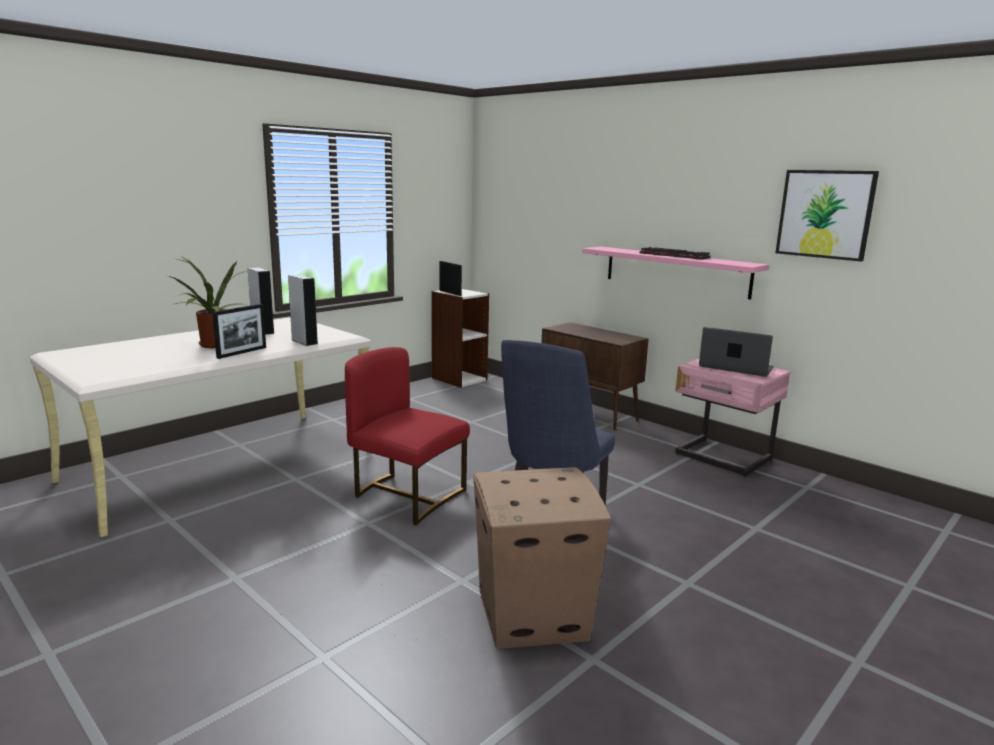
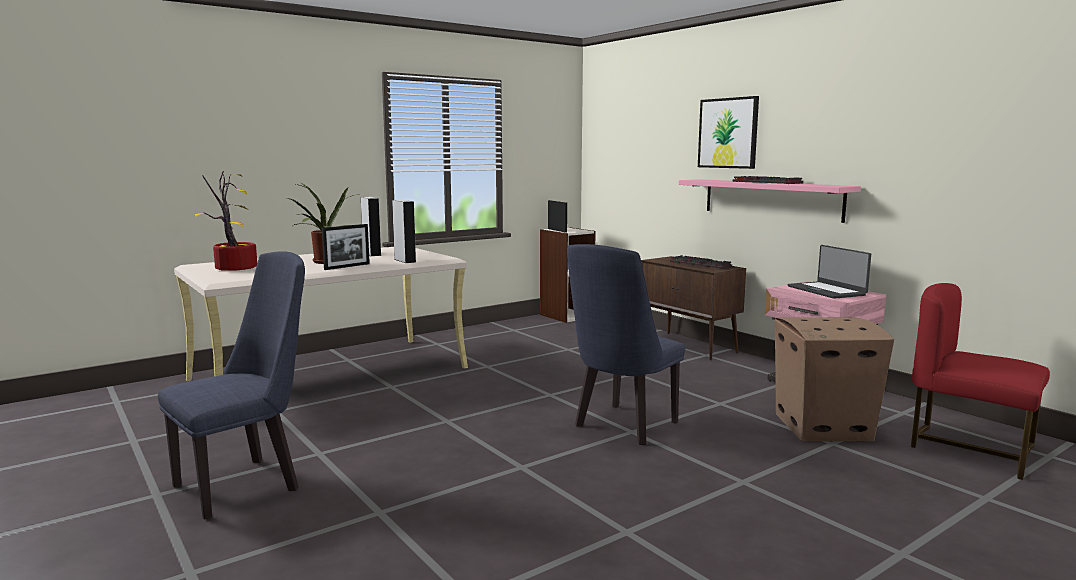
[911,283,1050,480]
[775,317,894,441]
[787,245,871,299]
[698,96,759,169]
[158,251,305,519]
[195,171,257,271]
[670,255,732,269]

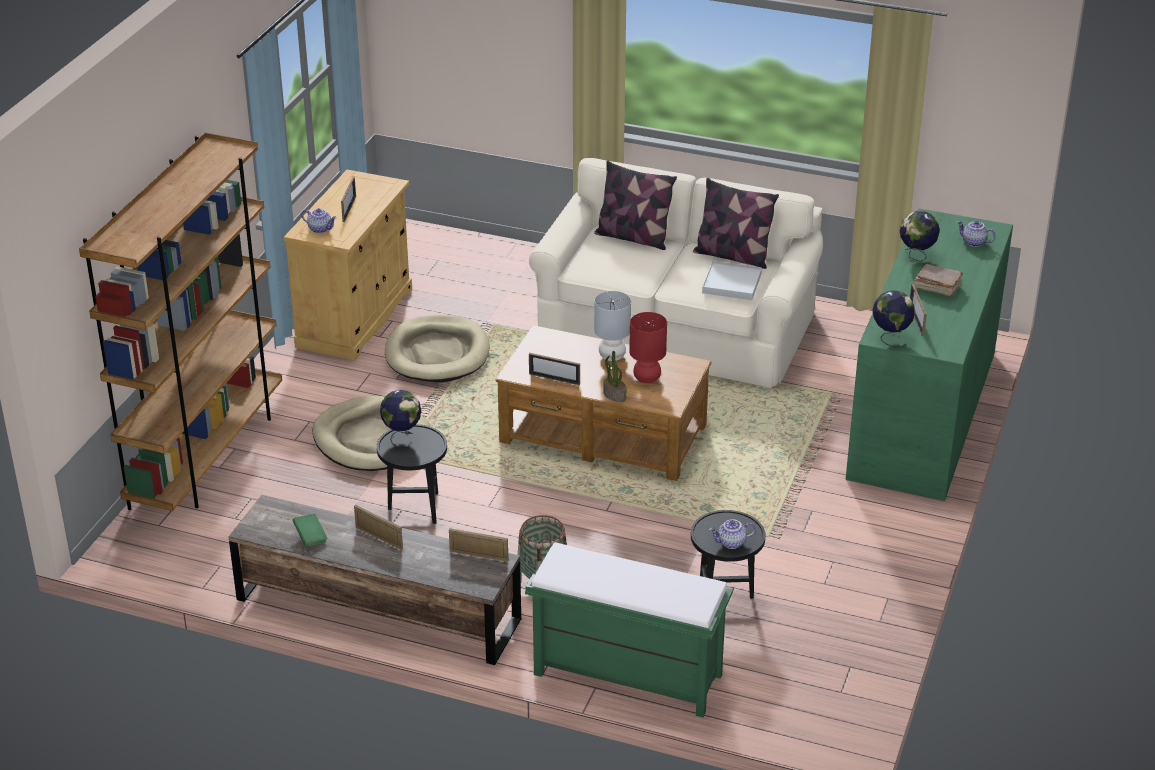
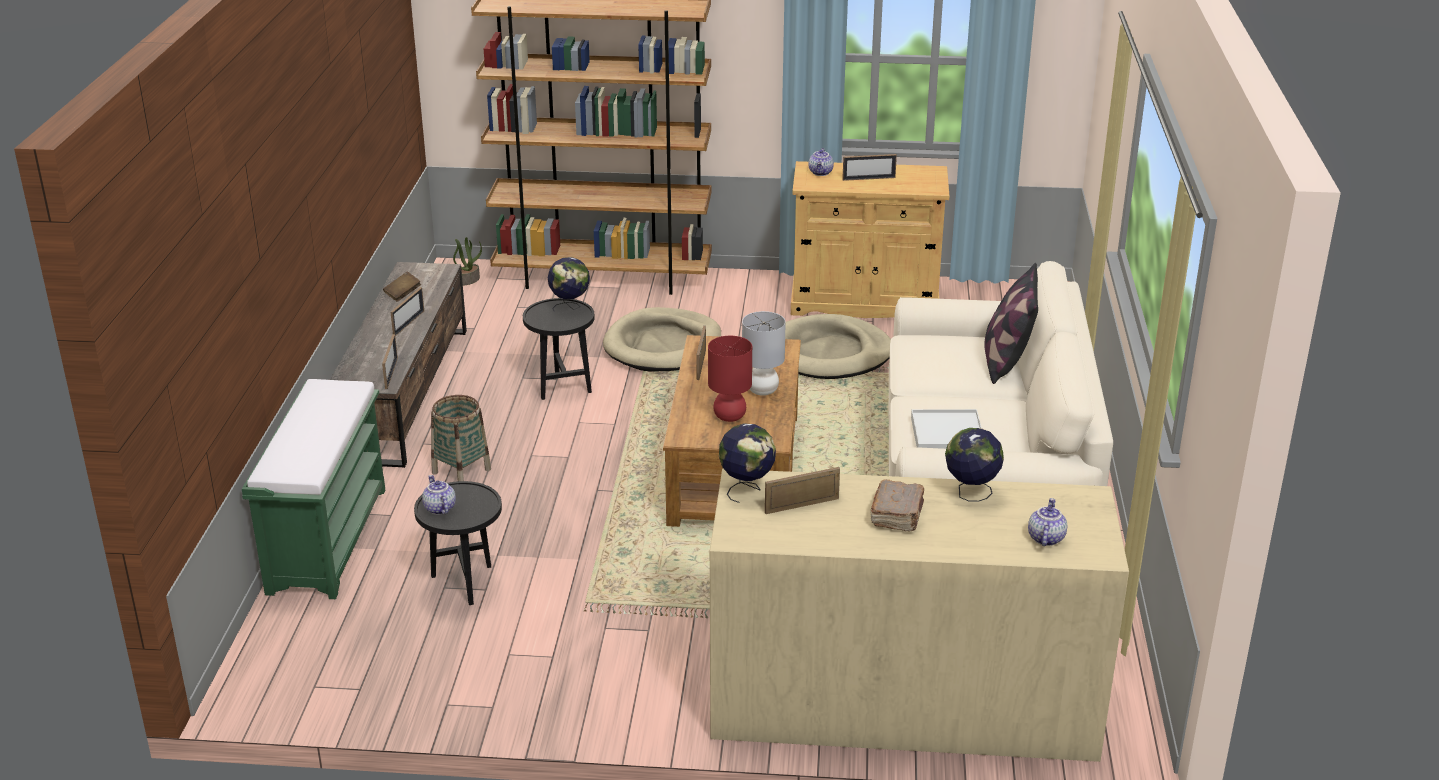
[383,272,421,302]
[453,237,482,285]
[693,178,779,269] (first image)
[710,469,1129,762]

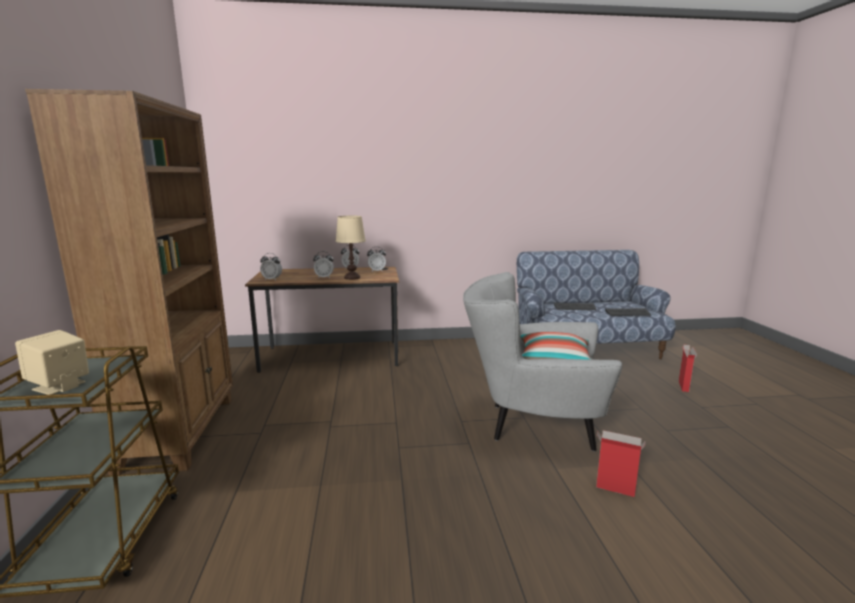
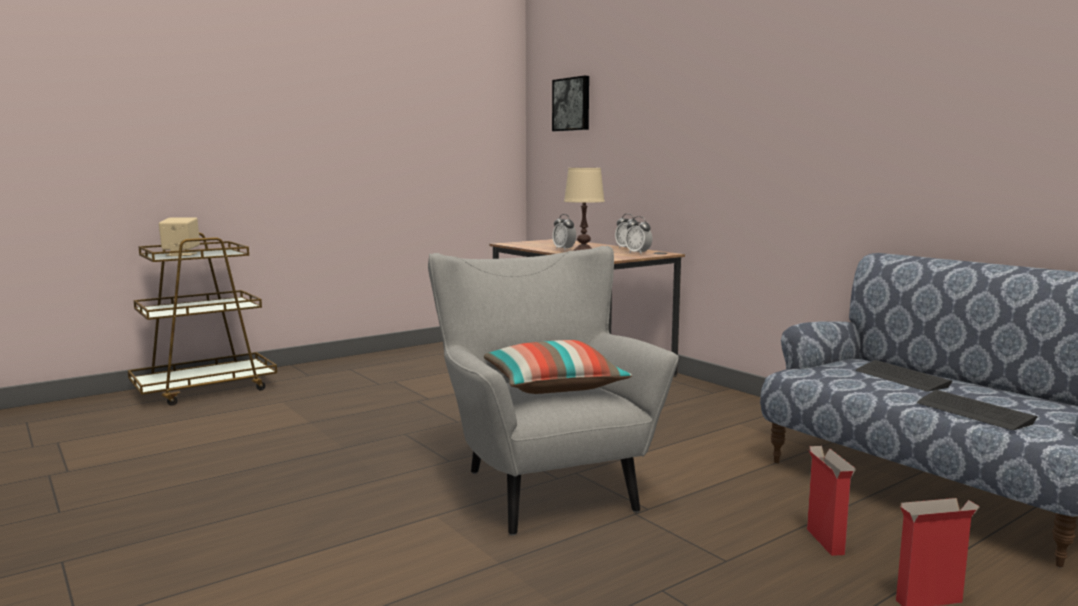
[25,89,233,476] (first image)
[260,253,282,281] (first image)
[807,446,856,556]
[552,75,589,131]

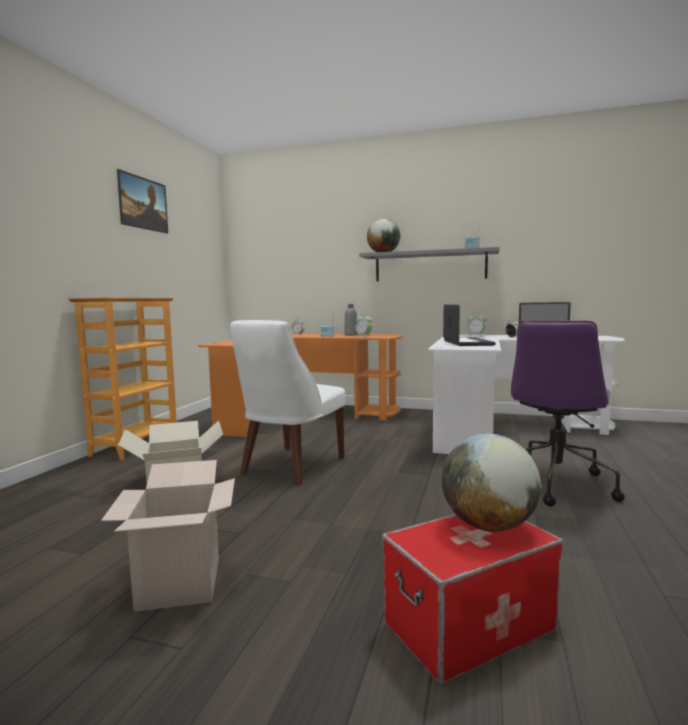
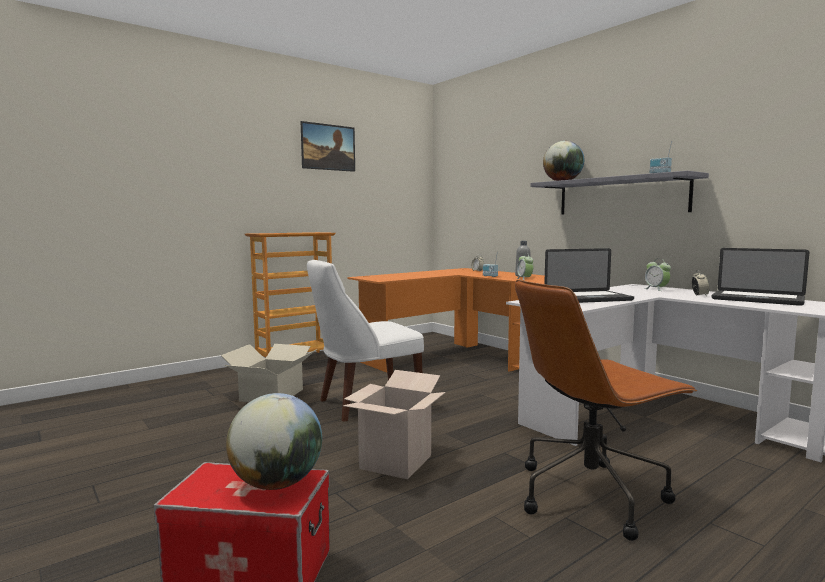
[343,370,446,480]
[544,248,634,303]
[515,280,697,541]

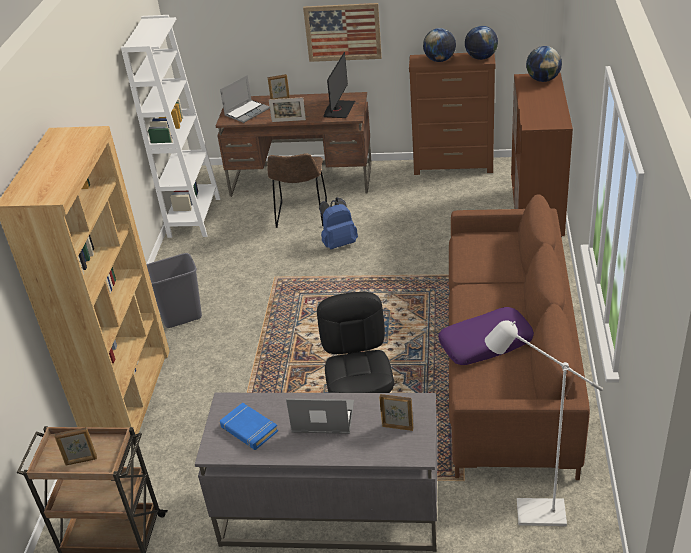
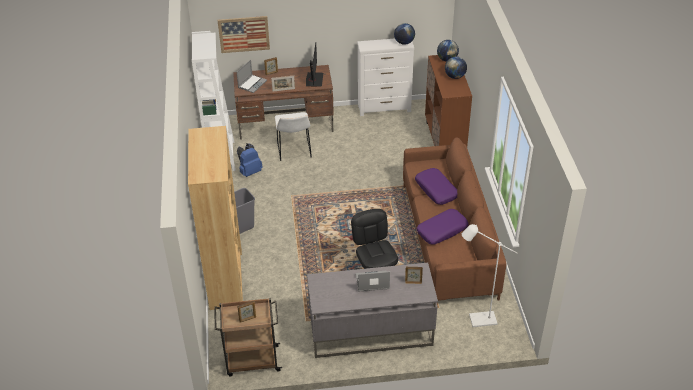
[220,403,278,450] (first image)
[275,112,312,161]
[217,16,270,53]
[237,143,262,177]
[357,39,414,116]
[445,56,467,79]
[415,168,457,205]

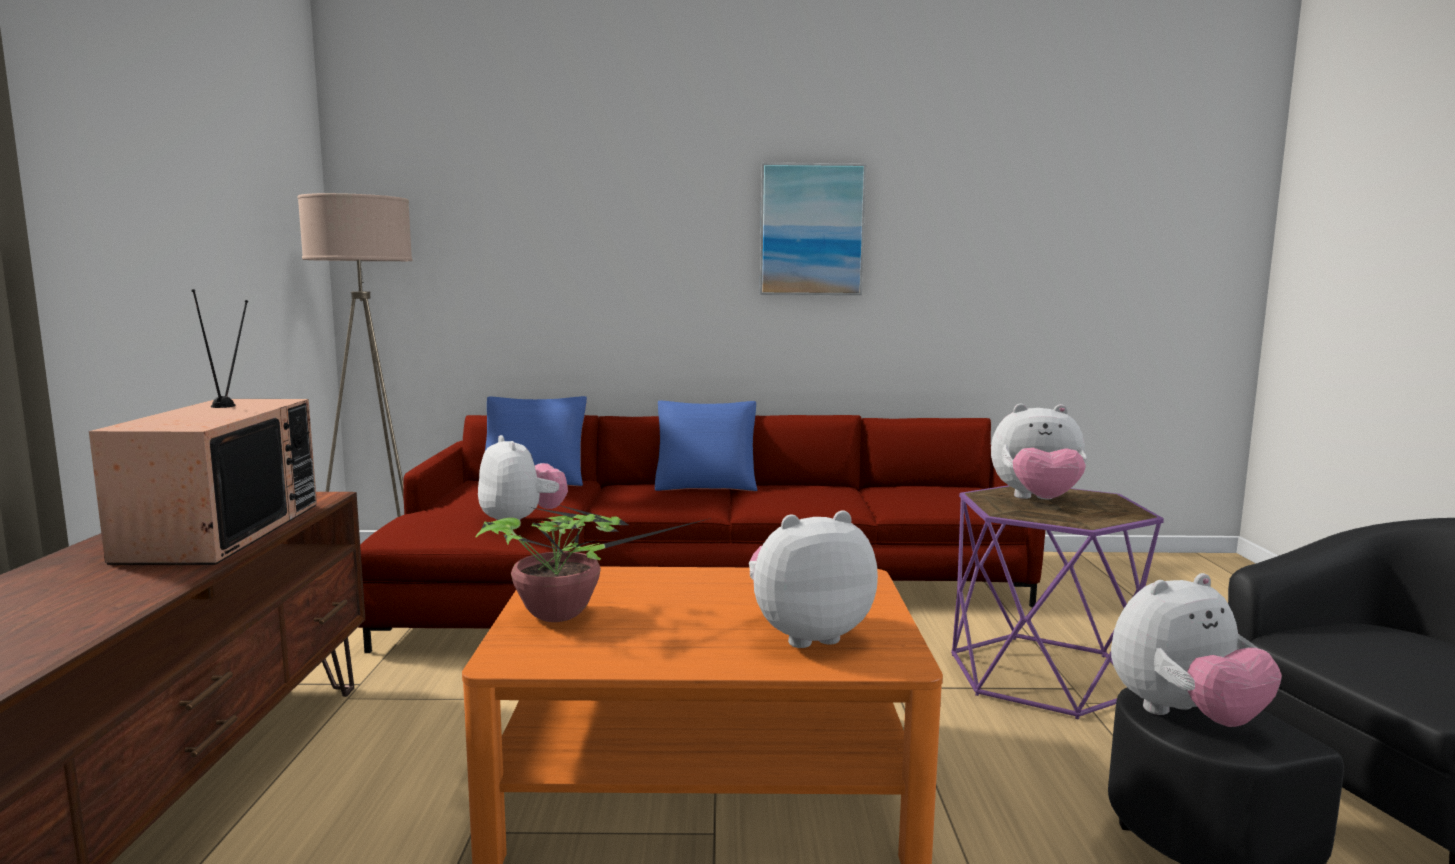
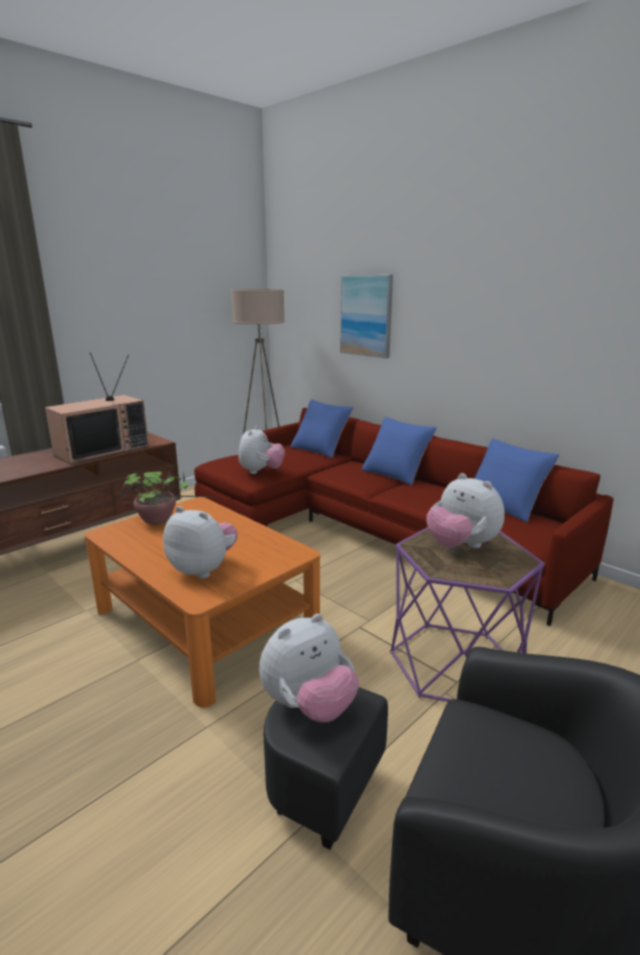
[340,275,393,358]
[259,614,359,723]
[474,438,559,522]

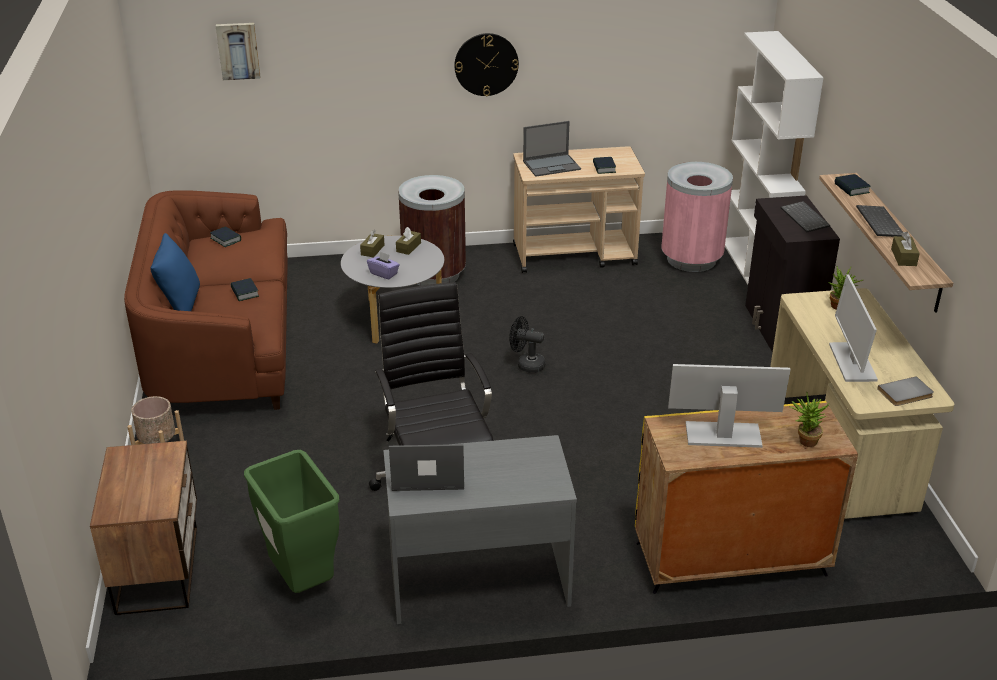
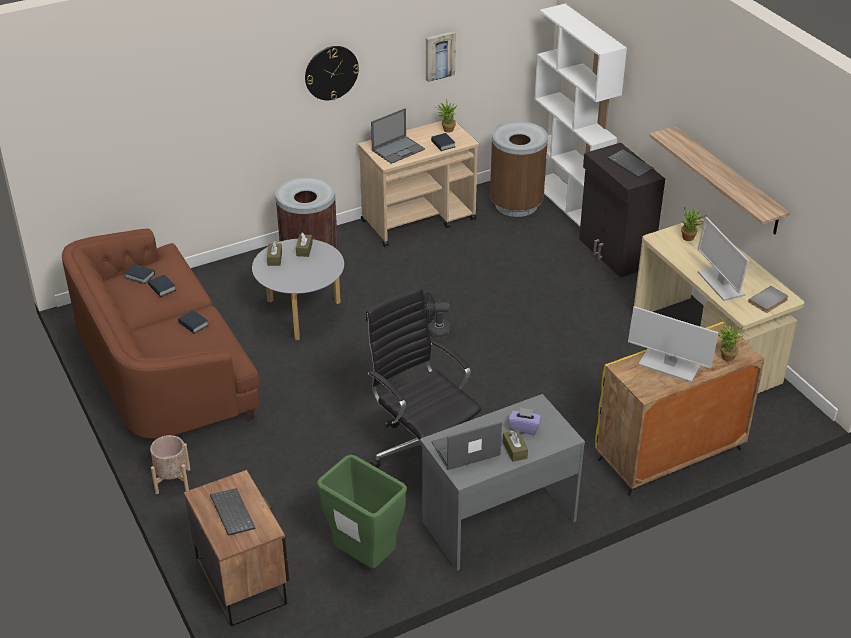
[151,233,200,311] (first image)
[426,31,456,82]
[508,407,541,435]
[490,121,548,217]
[628,306,719,382]
[148,275,176,297]
[210,488,255,536]
[503,430,528,462]
[435,99,457,132]

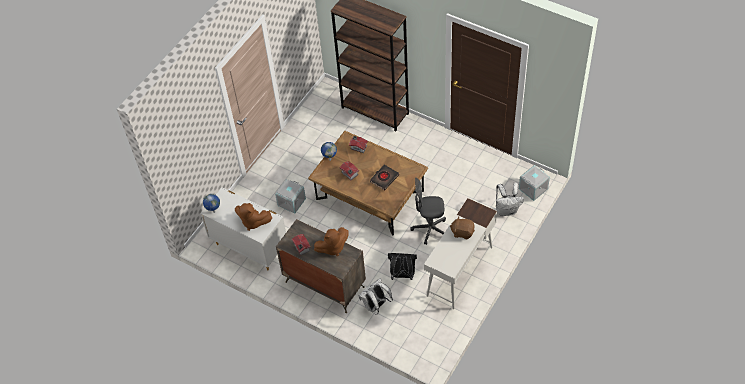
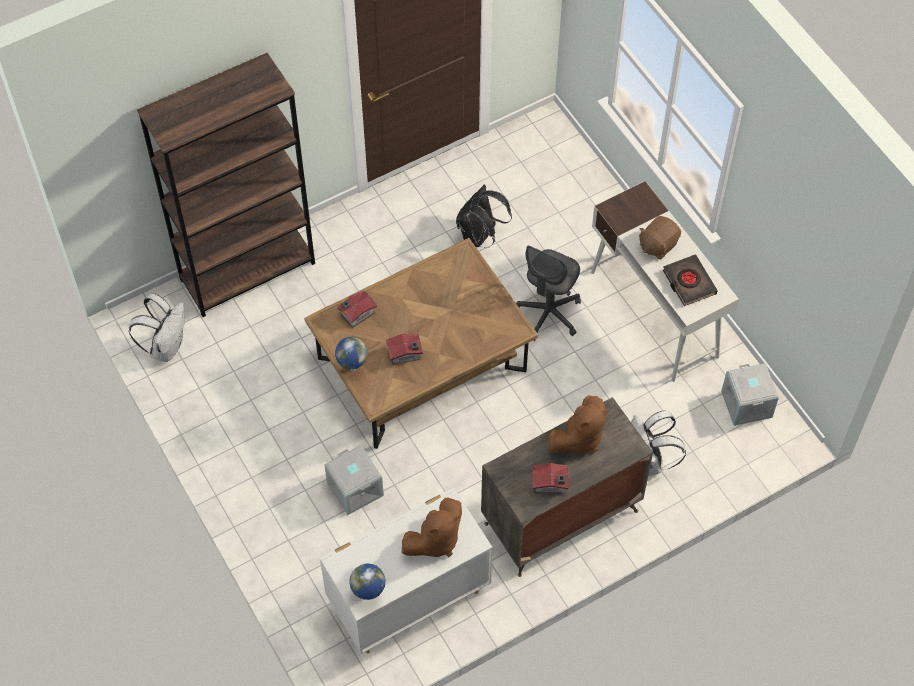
[548,395,609,453]
[663,254,718,306]
[456,184,512,248]
[129,293,185,362]
[721,363,779,426]

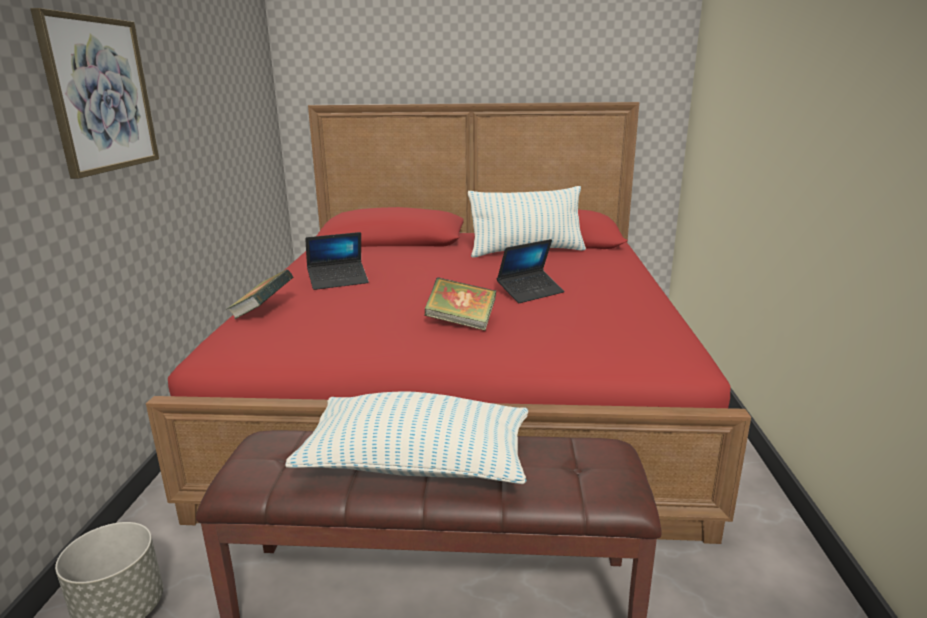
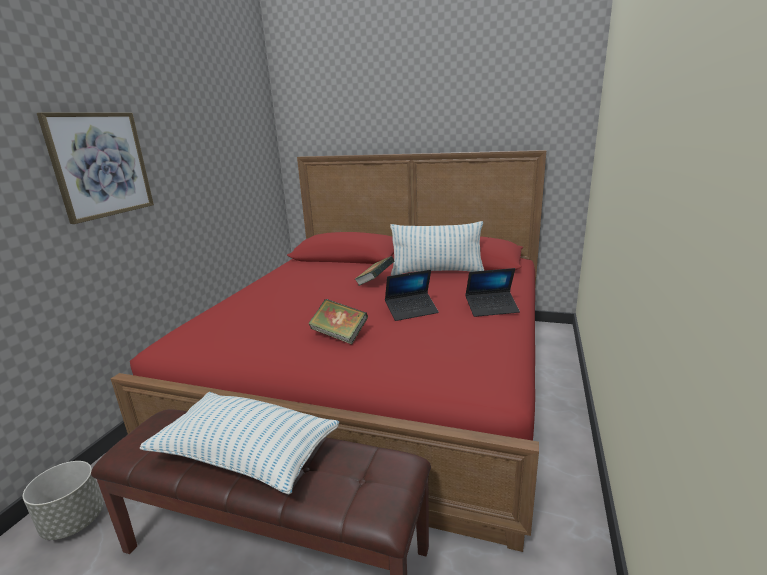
[354,256,395,286]
[465,268,520,317]

